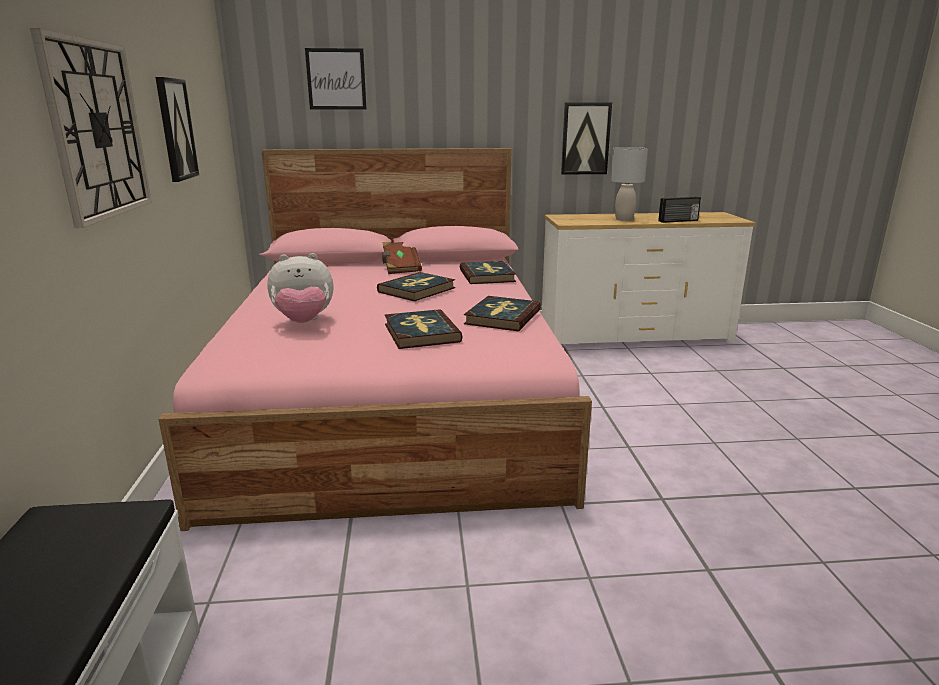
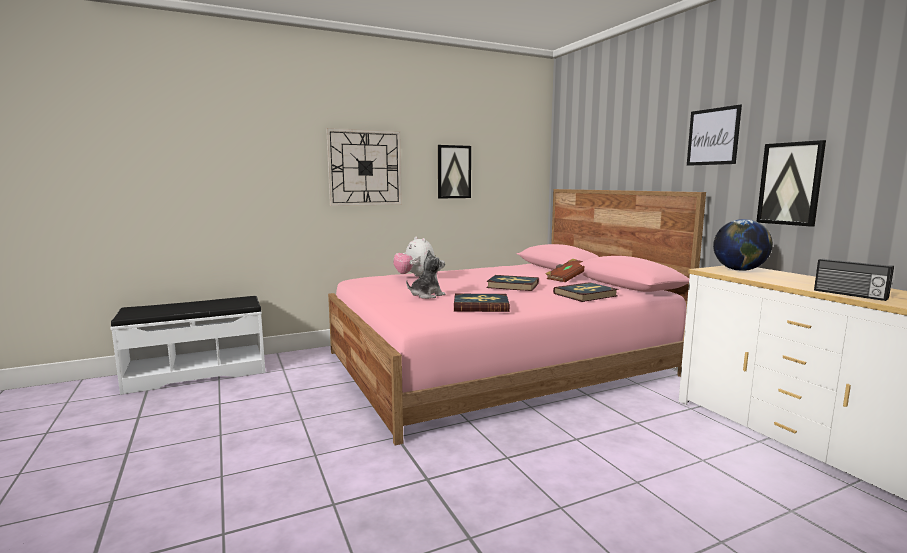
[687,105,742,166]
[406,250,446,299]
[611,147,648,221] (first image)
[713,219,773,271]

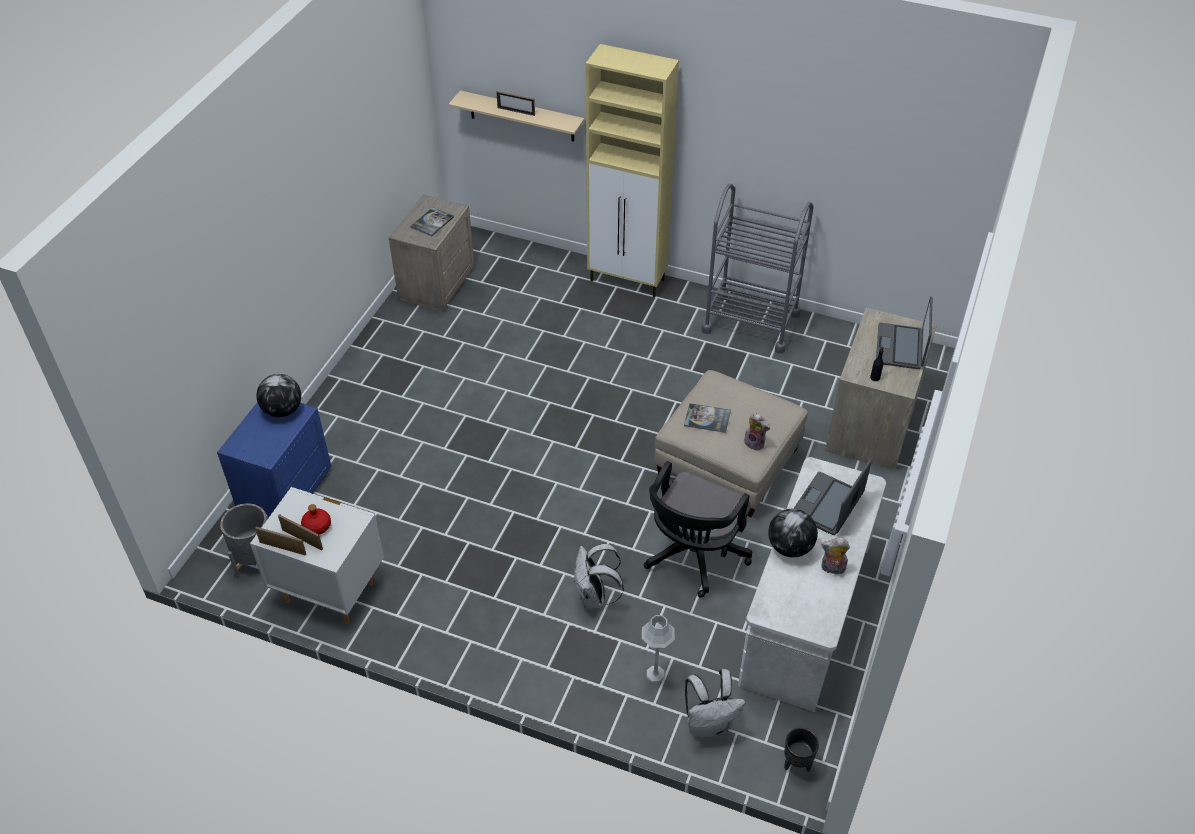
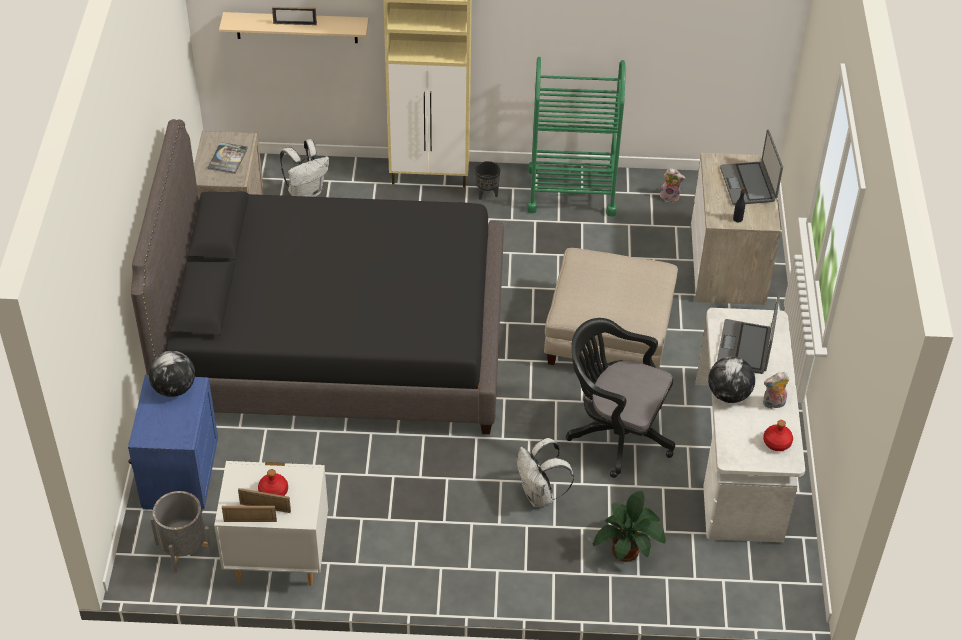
[593,491,666,562]
[566,318,675,478]
[684,403,731,433] (first image)
[280,139,329,197]
[527,57,625,217]
[660,168,685,203]
[475,161,500,200]
[131,119,504,434]
[763,420,793,451]

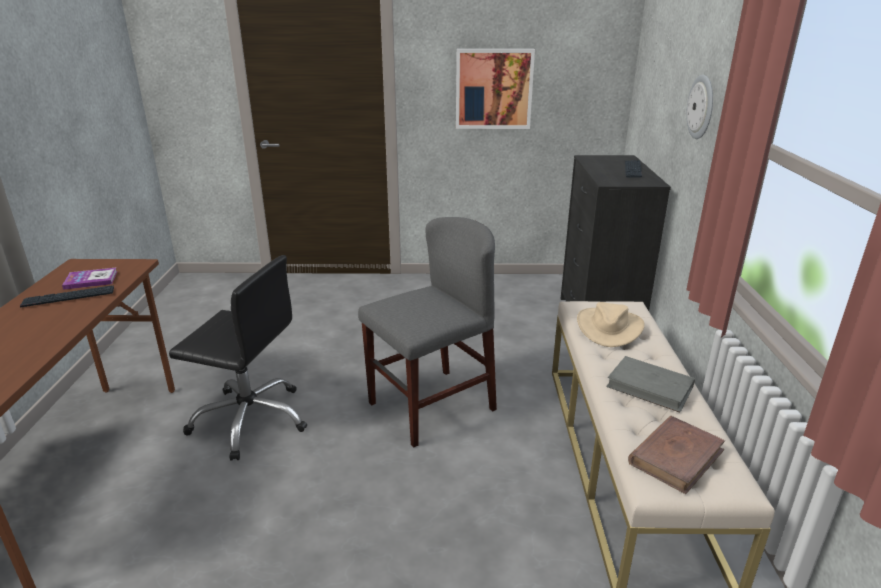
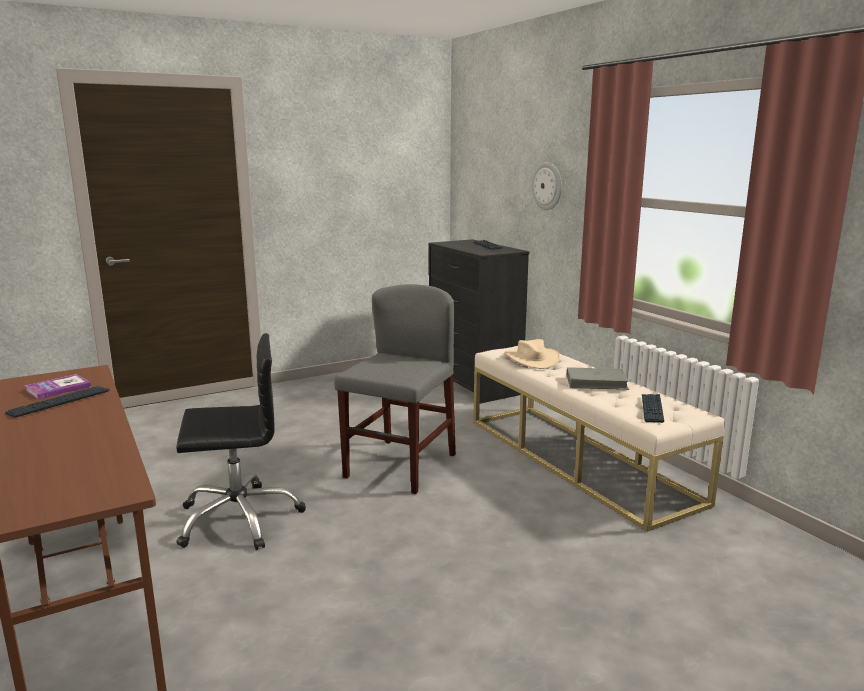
[456,49,535,129] (first image)
[642,394,664,423]

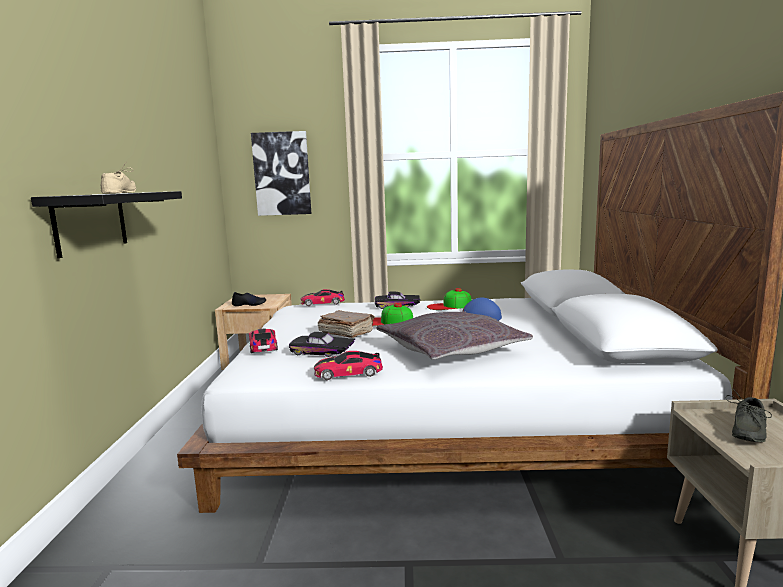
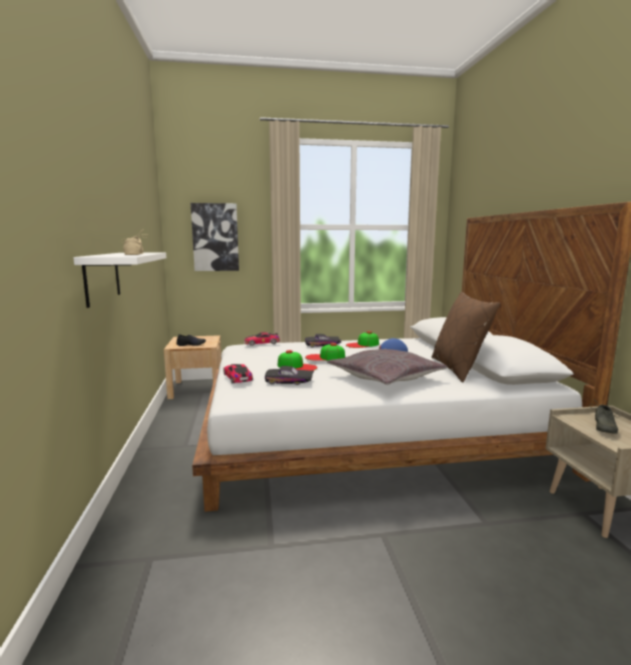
[73,252,166,308]
[314,351,383,380] (first image)
[278,350,317,371]
[432,292,500,382]

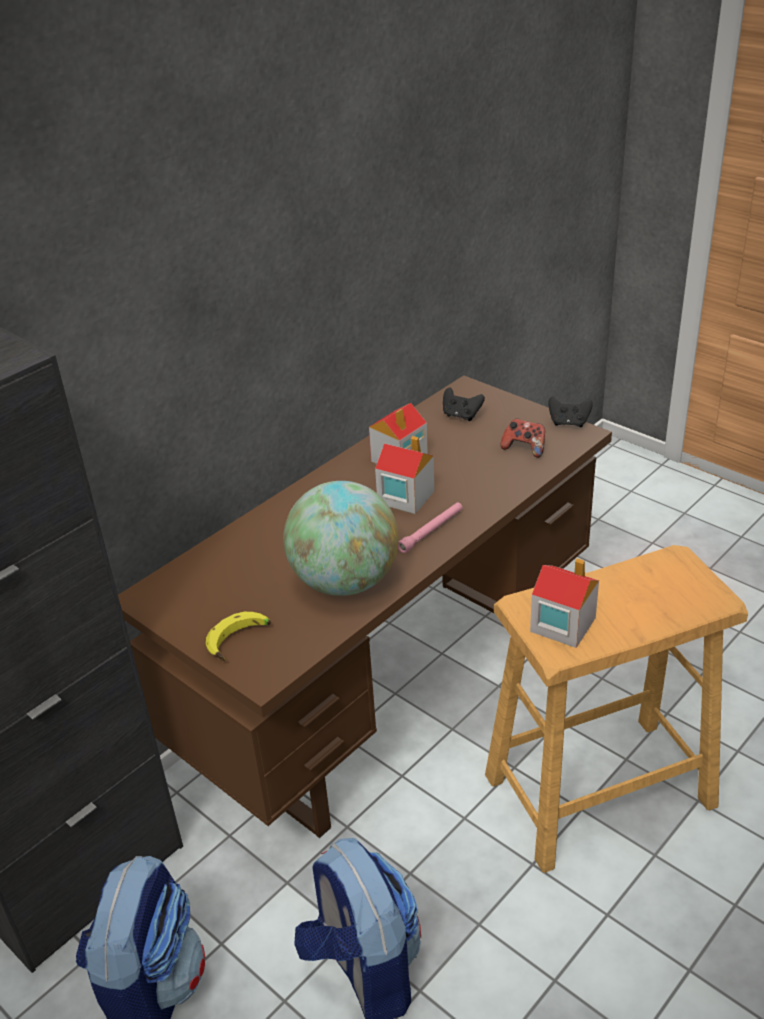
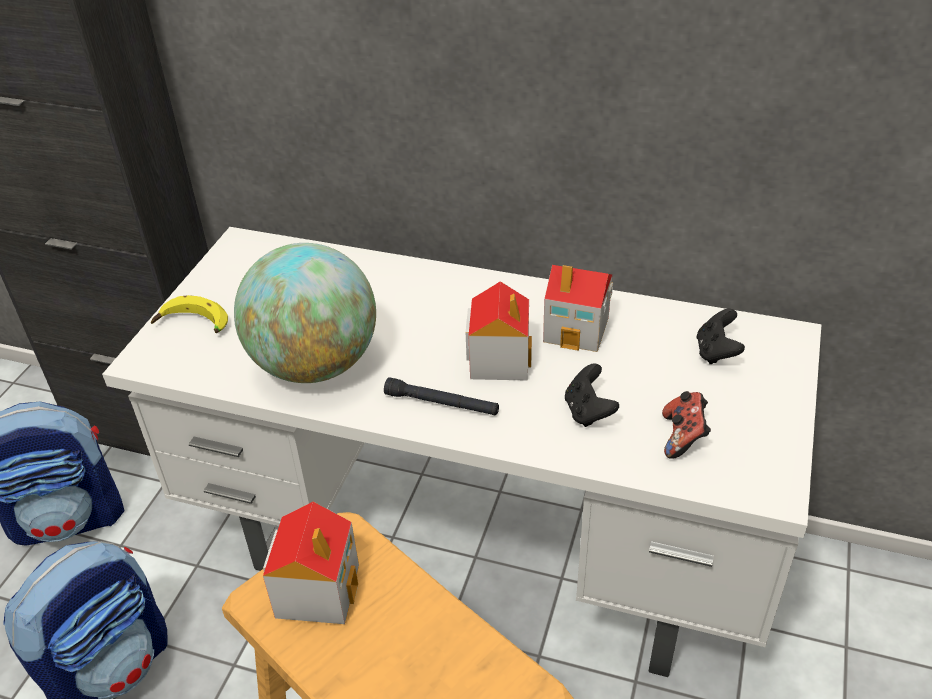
[102,227,821,677]
[384,377,499,415]
[565,364,619,427]

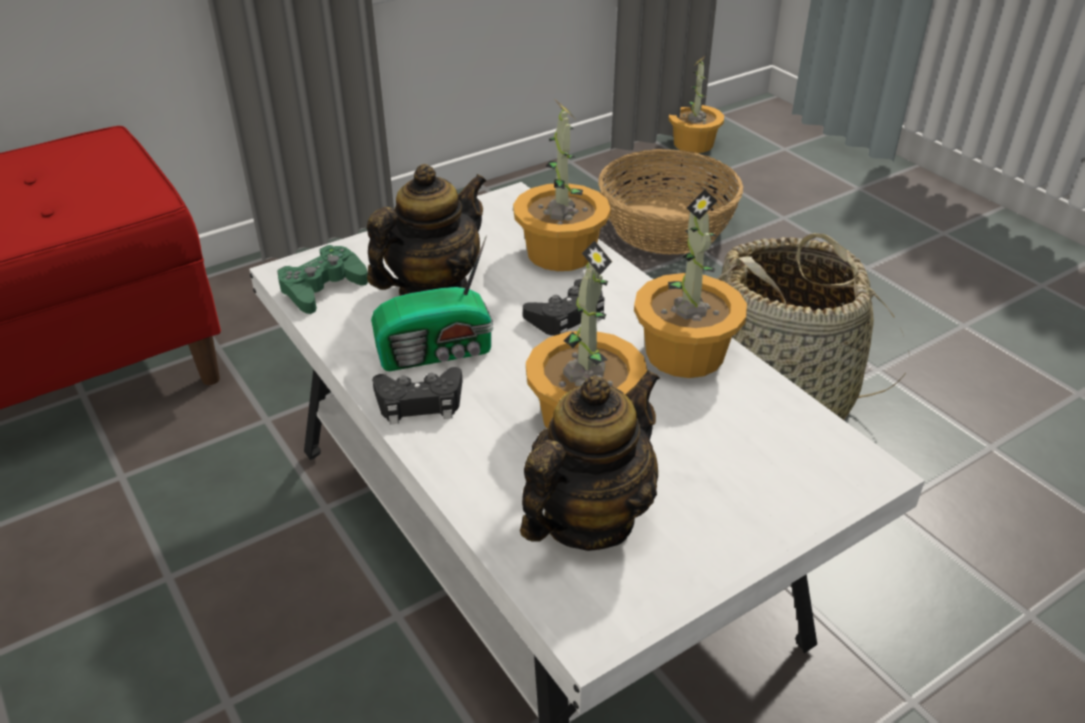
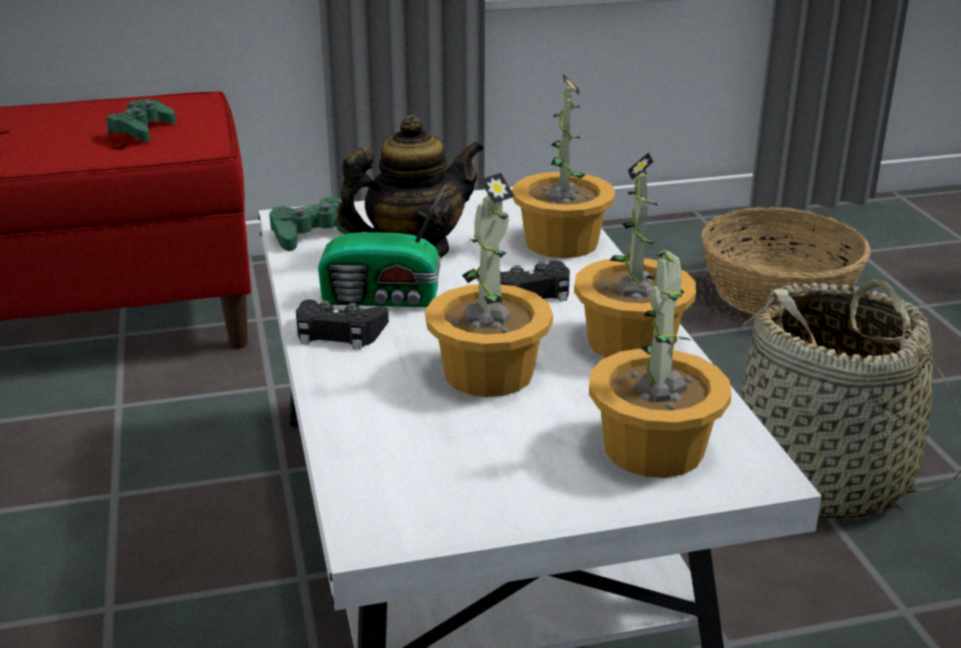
[520,370,660,551] (first image)
[589,245,732,478]
[106,99,176,142]

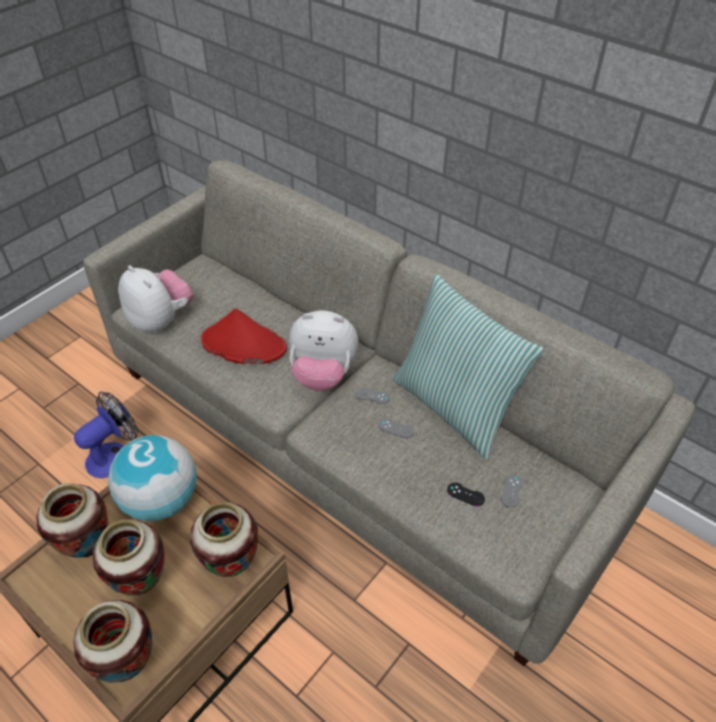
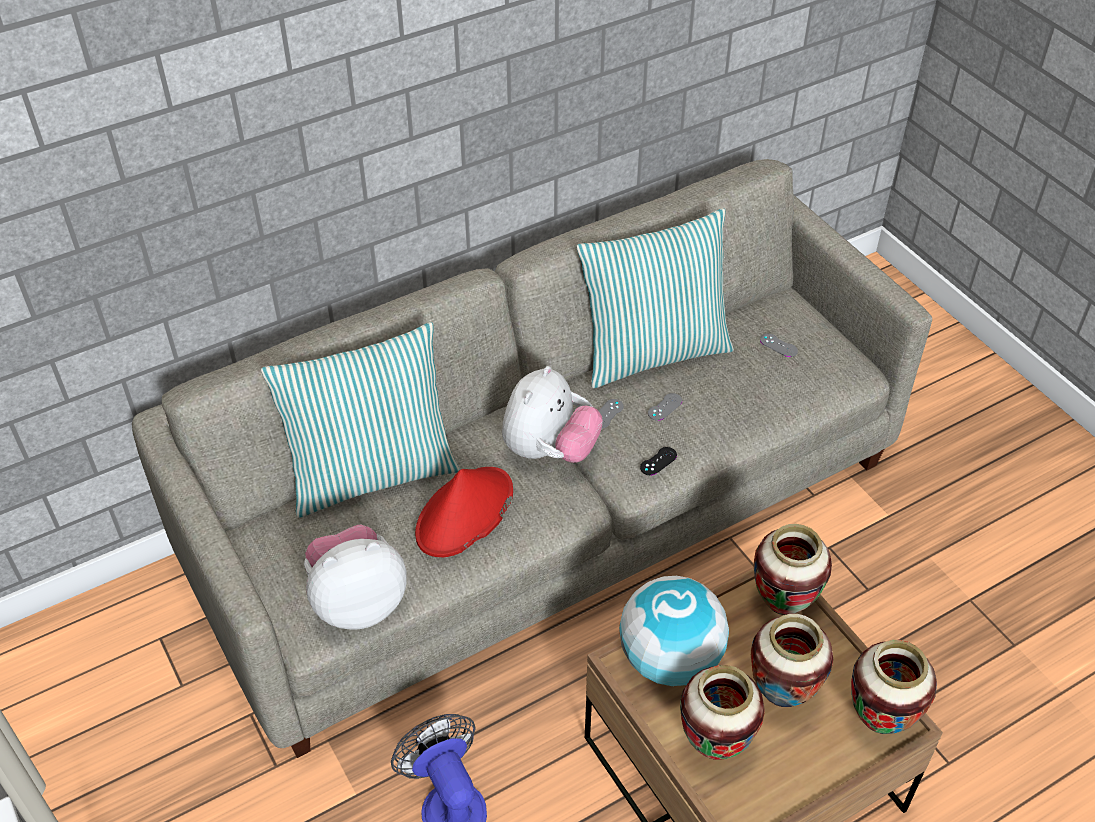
[640,447,677,475]
[261,322,460,518]

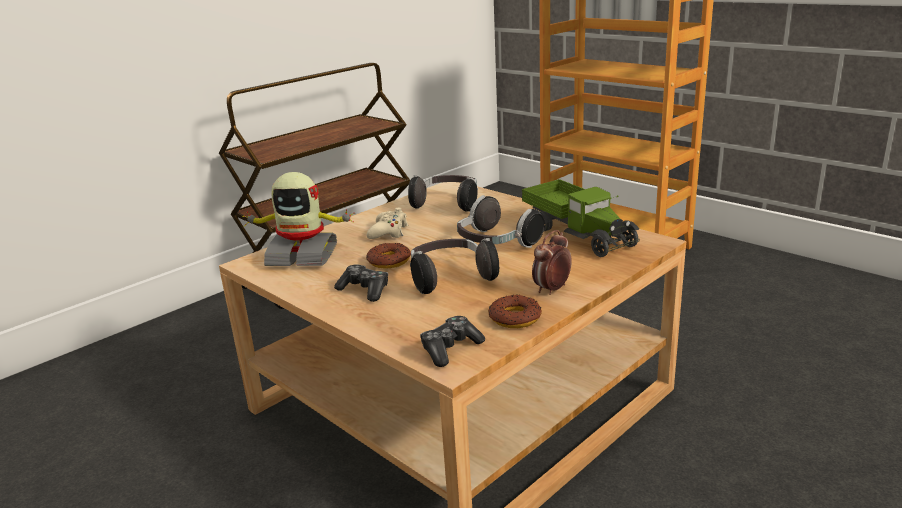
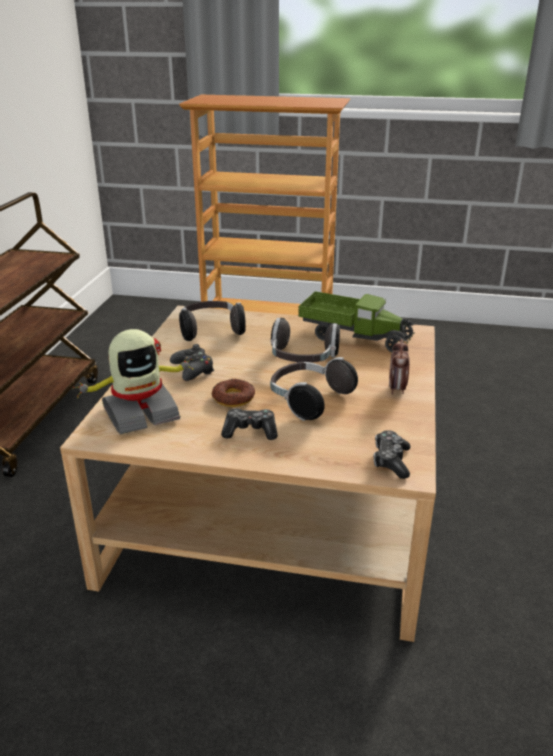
[170,344,214,381]
[488,294,542,328] (first image)

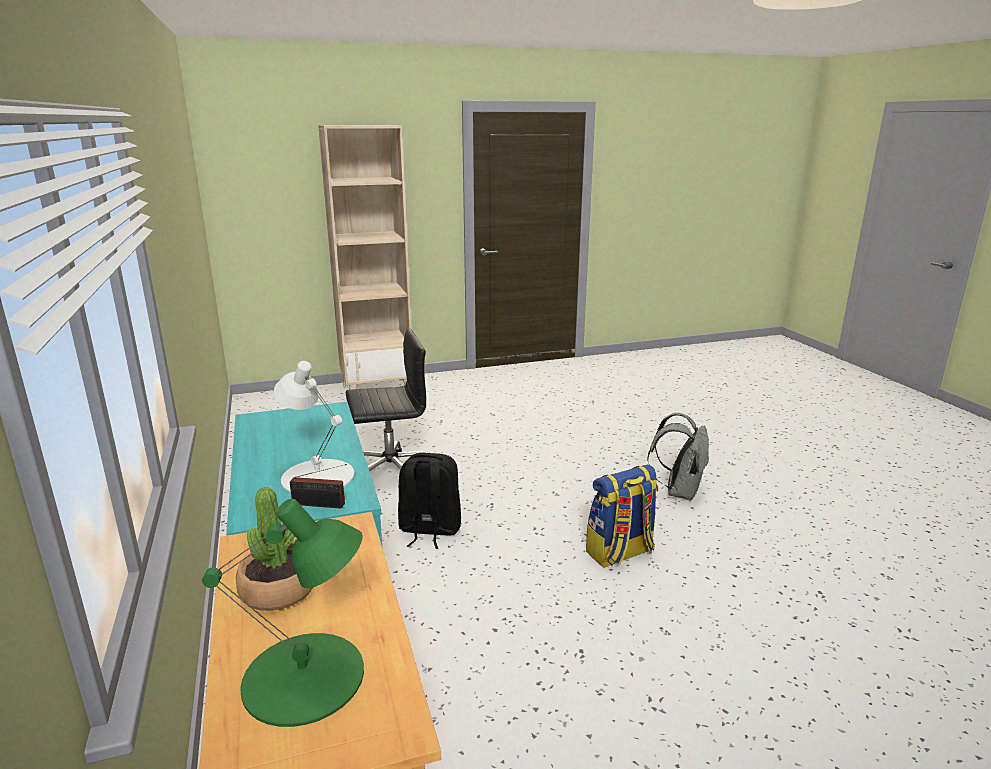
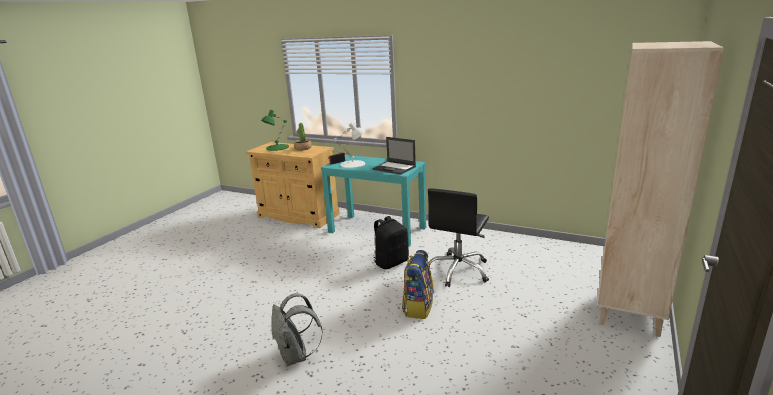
[402,250,434,319]
[373,137,416,175]

